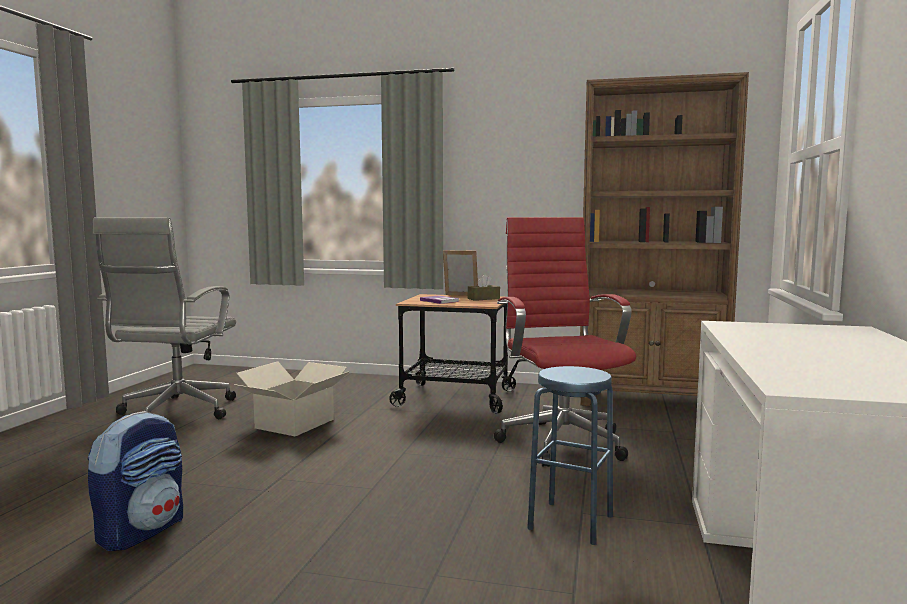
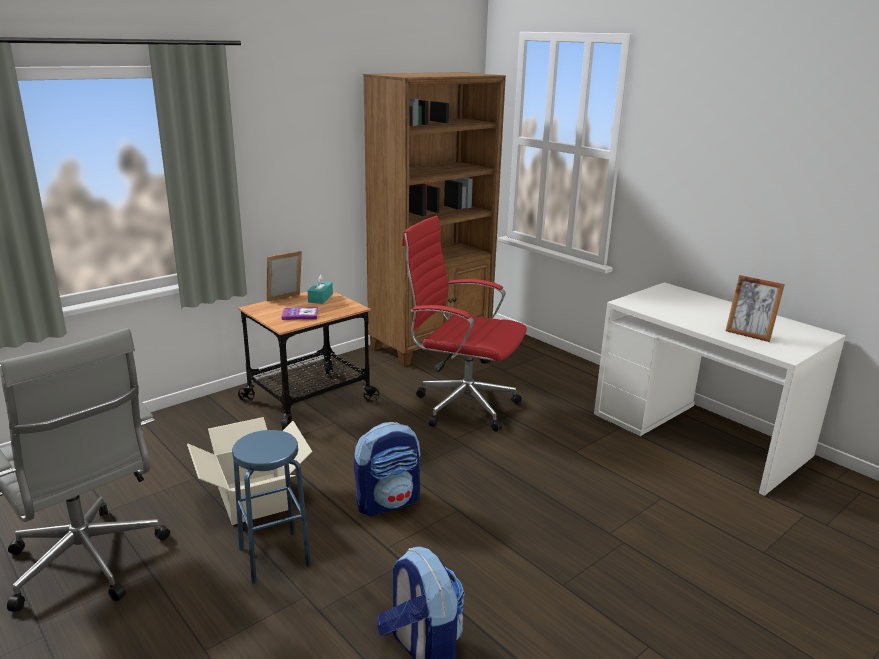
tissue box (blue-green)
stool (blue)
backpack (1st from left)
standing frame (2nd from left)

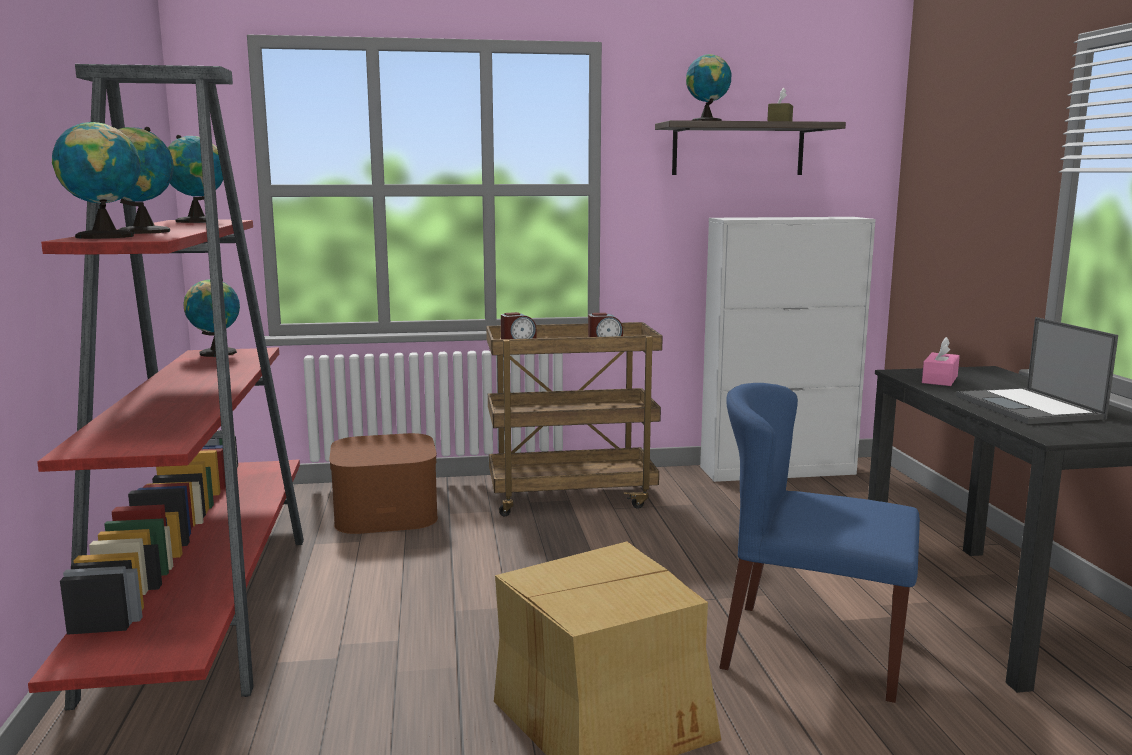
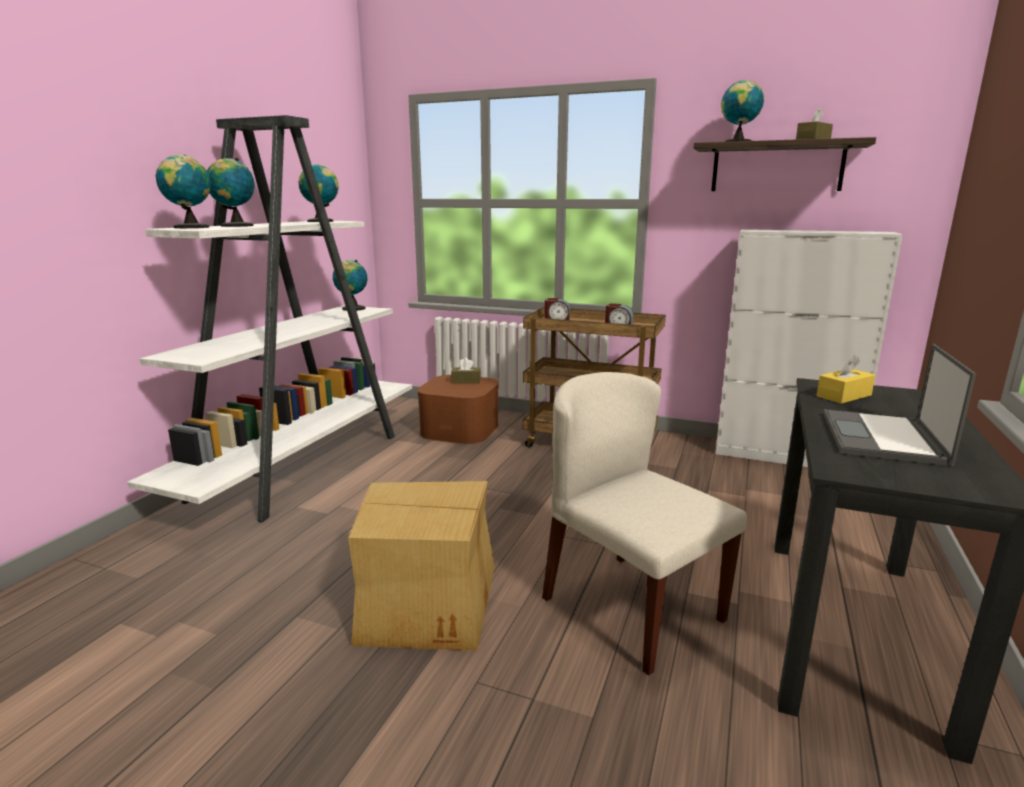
bookcase (white)
chair (beige-coloured)
tissue box (yellowish)
tissue box (brown) (1st from left)

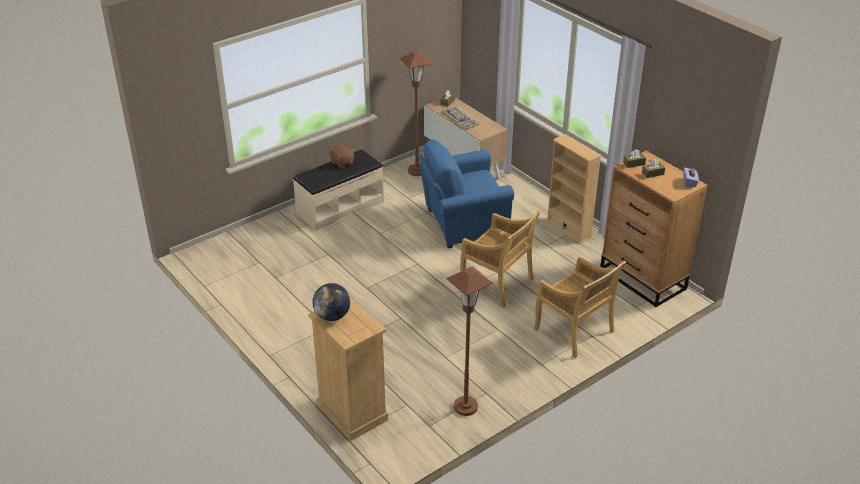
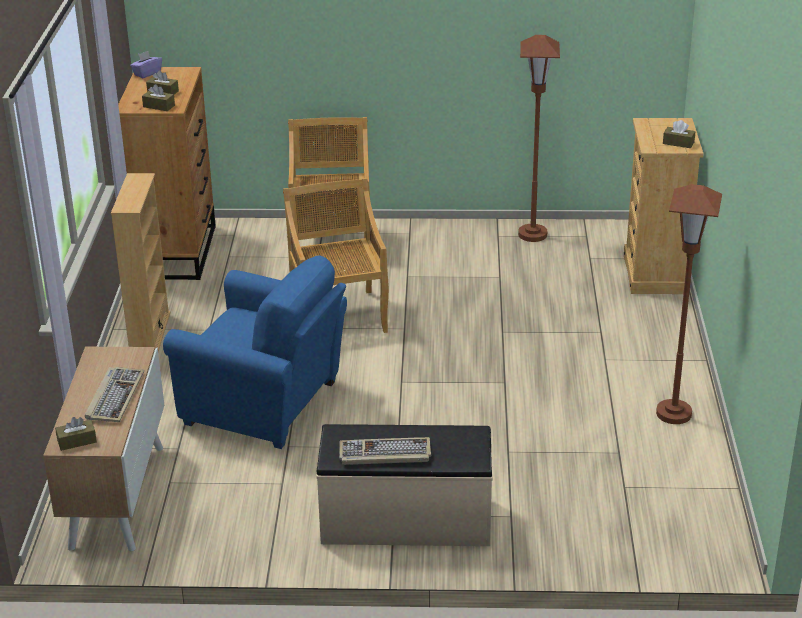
tissue box (brown) (4th from left)
computer keyboard (2nd from left)
standing lamp (brown) (2nd from left)

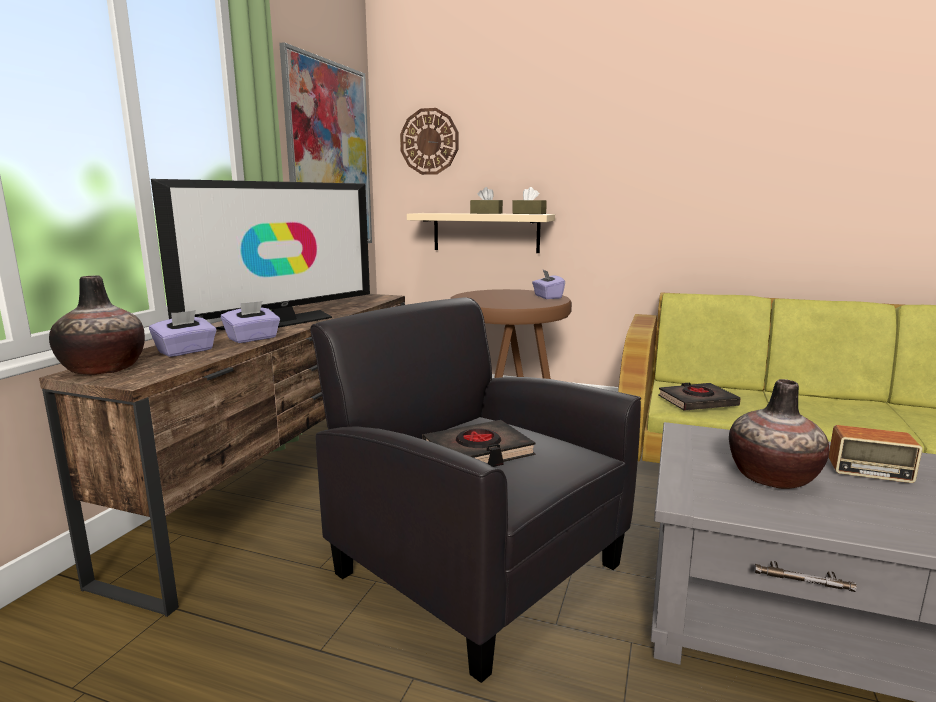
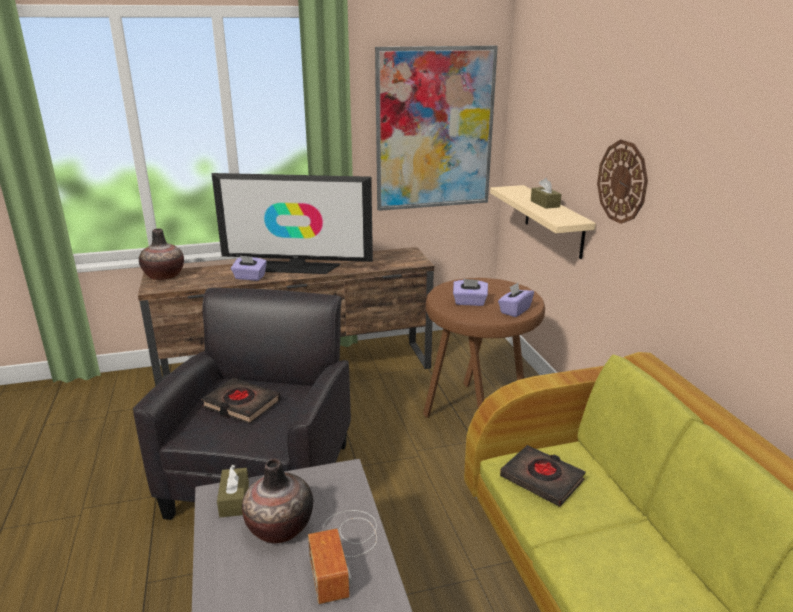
tissue box (purple) (2nd from left)
clock on the wall
tissue box (brown) (1st from left)

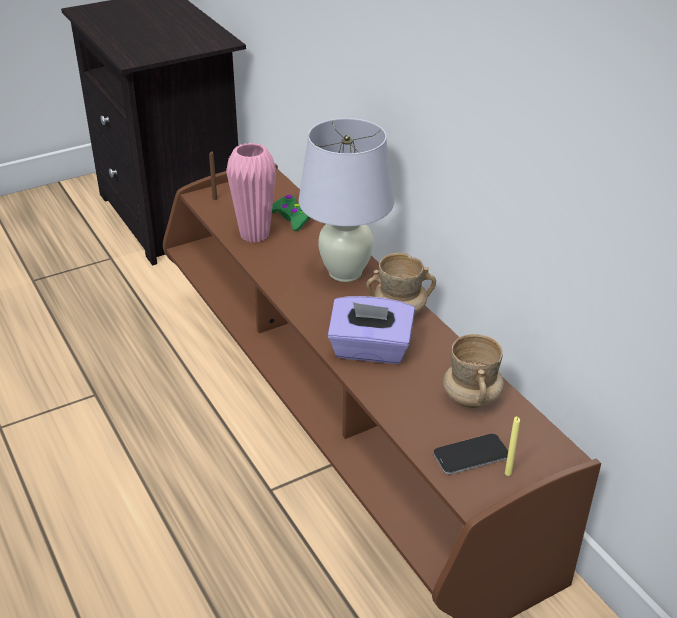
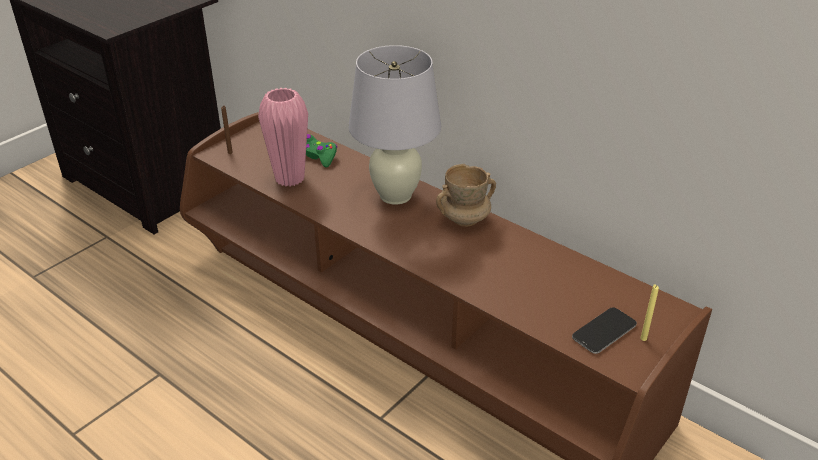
tissue box (purple)
mug (beige-coloured) (2nd from left in the first image)

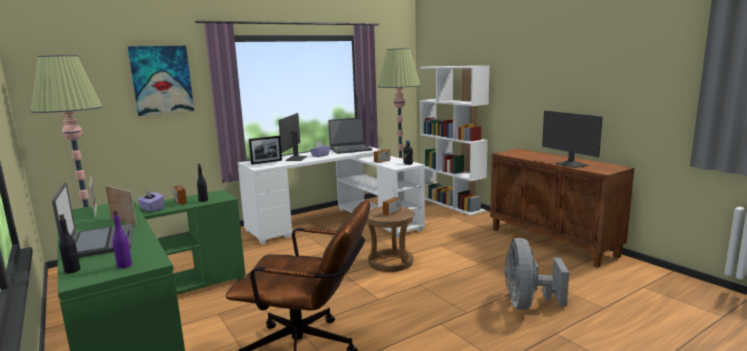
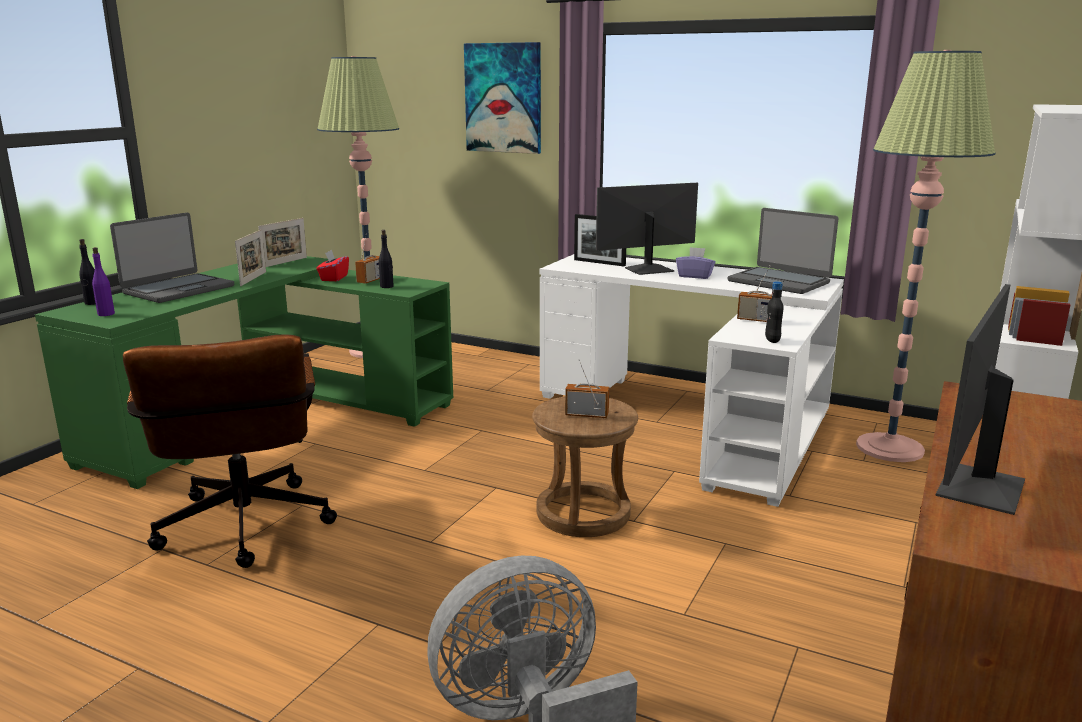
tissue box (red-coloured)

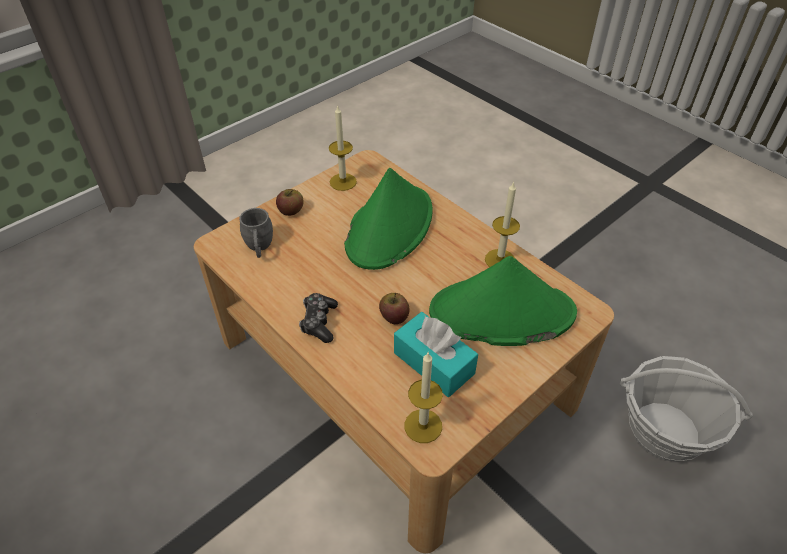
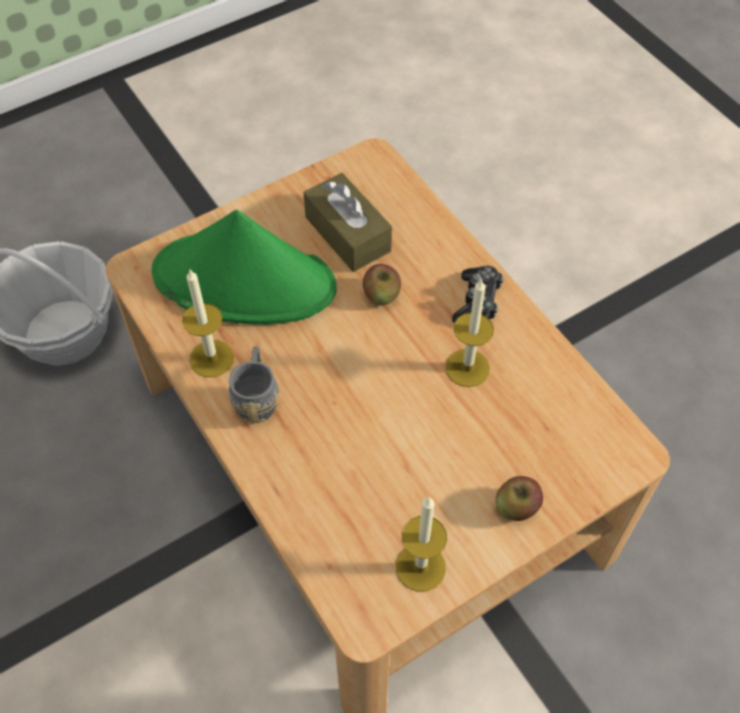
mug (gray)
hat (green-coloured) (1st from left in the first image)
tissue box (brown)
candle (3rd from left)

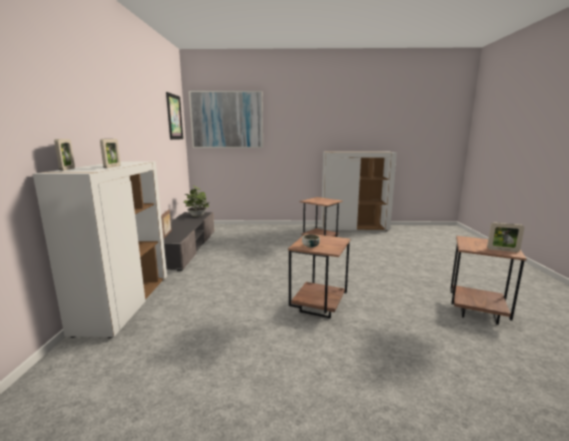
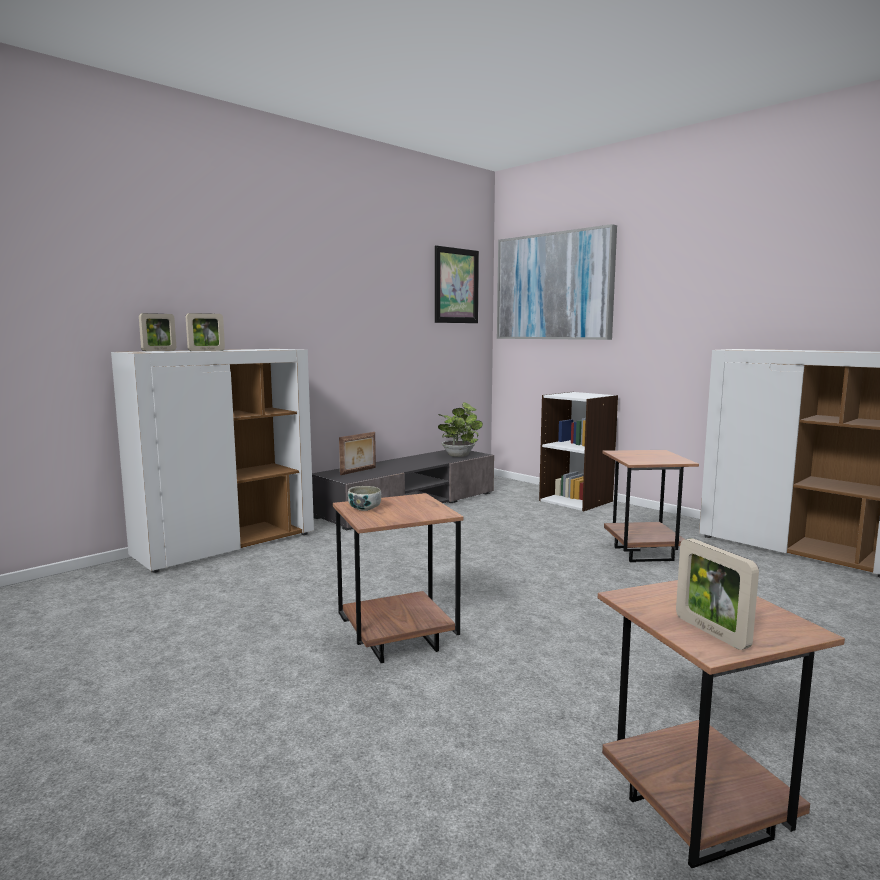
bookcase (white)

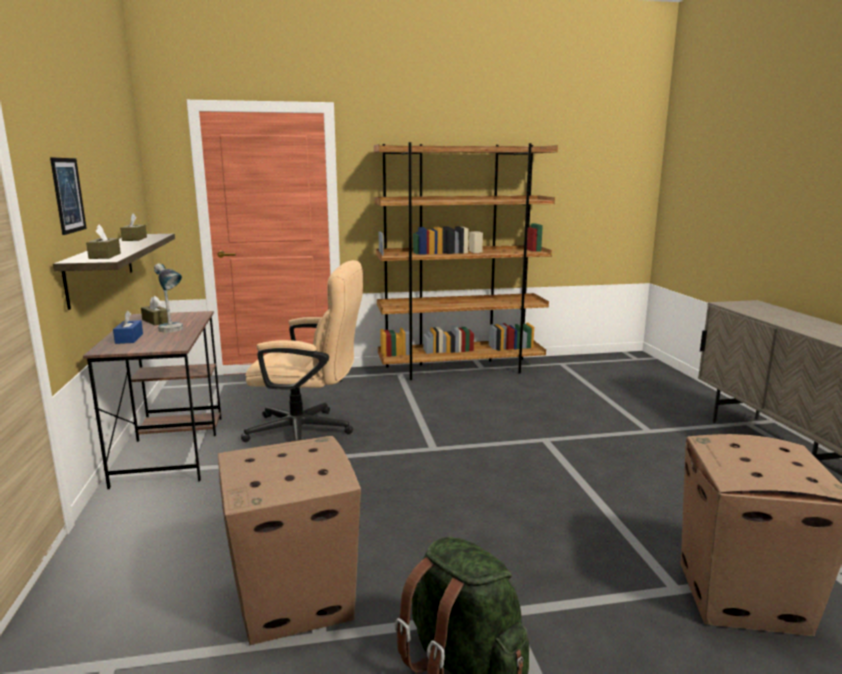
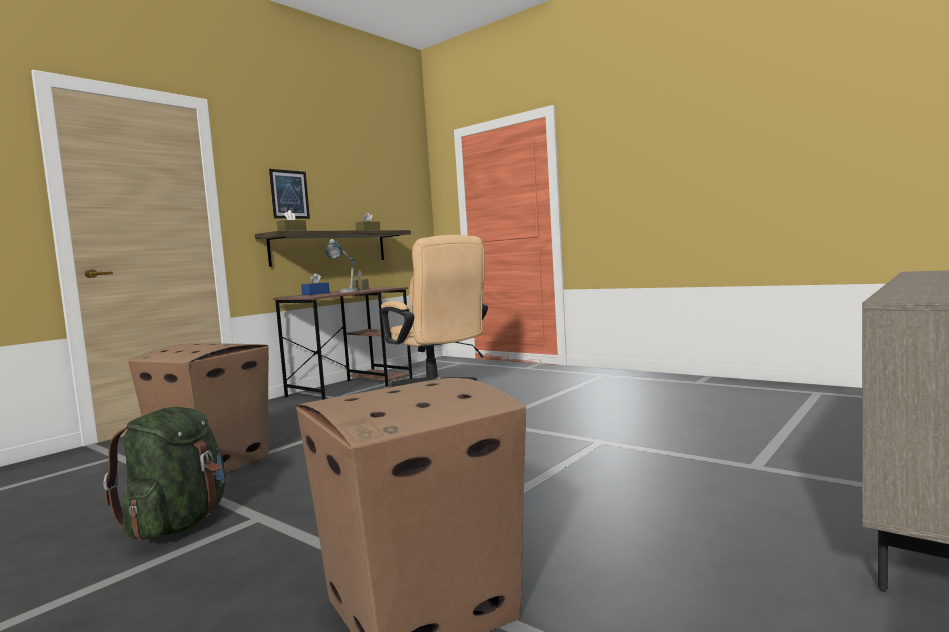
bookcase (brown)

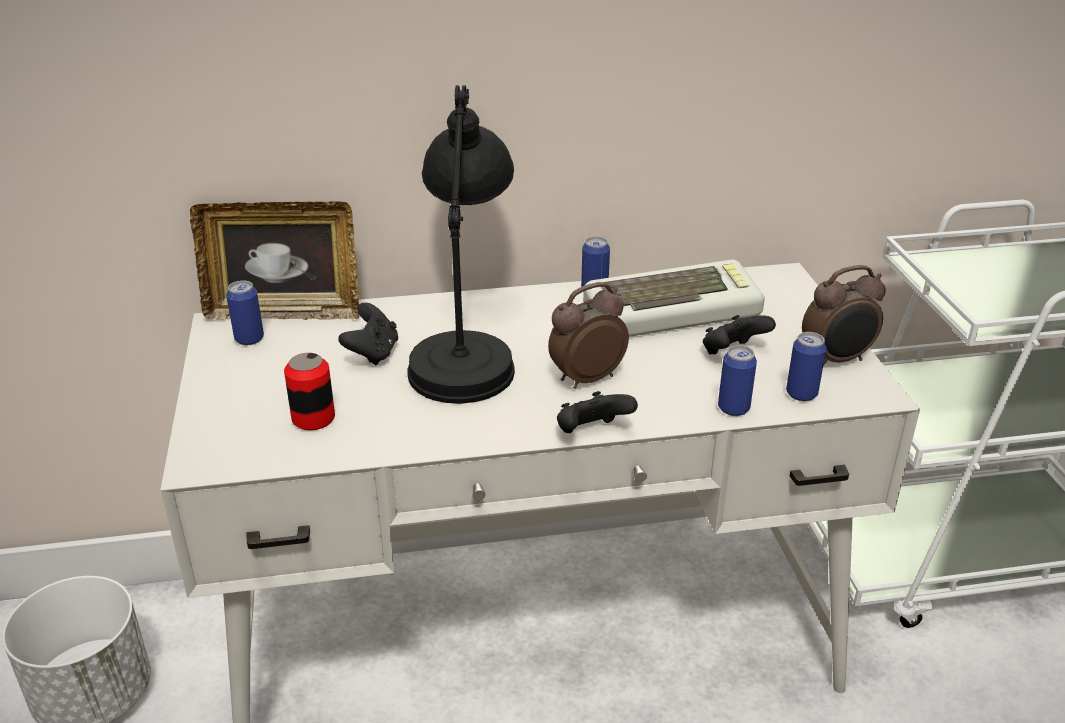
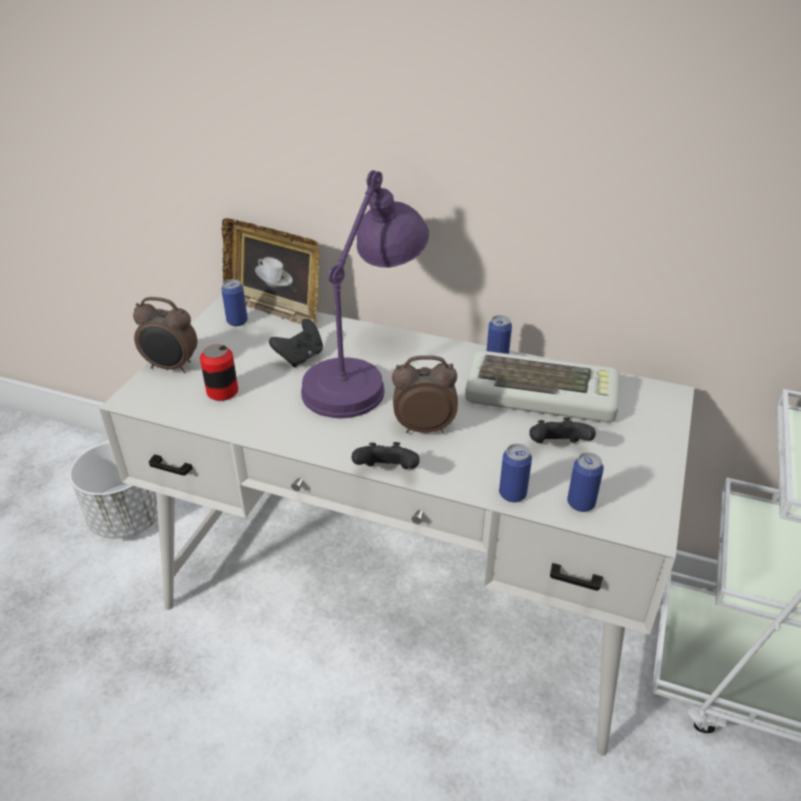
lamp for a table (purple)
bedside clock (1st from left)

